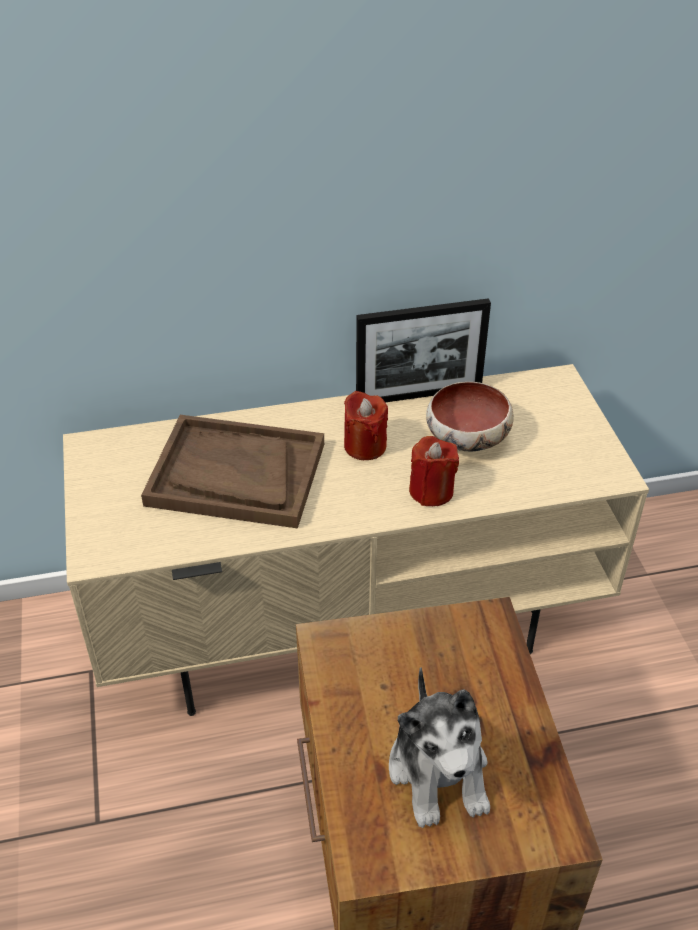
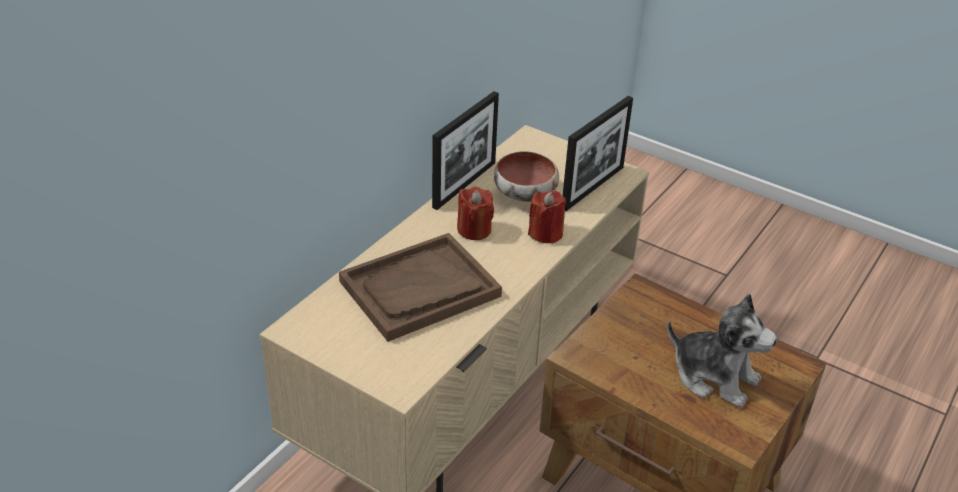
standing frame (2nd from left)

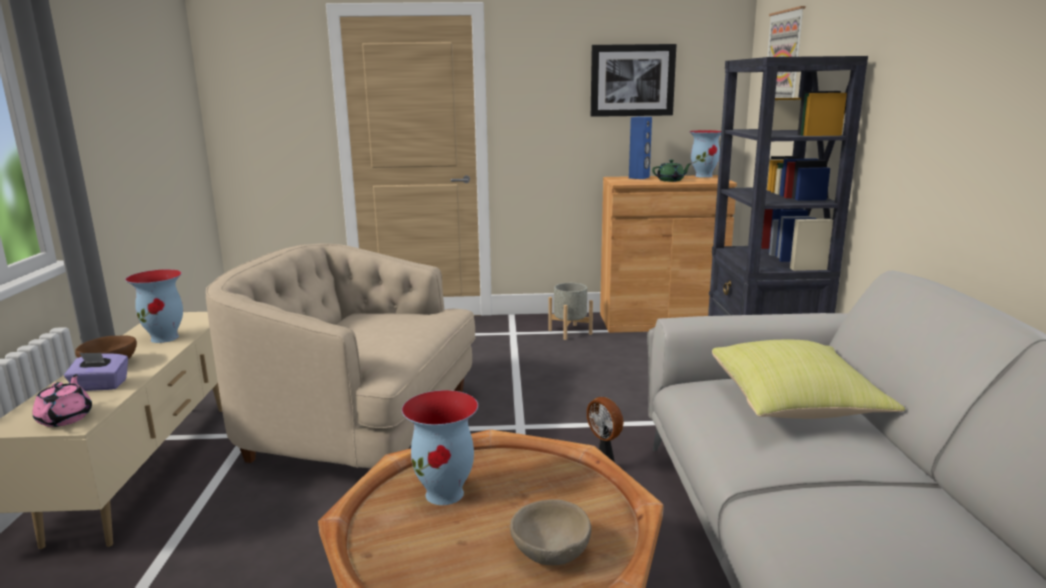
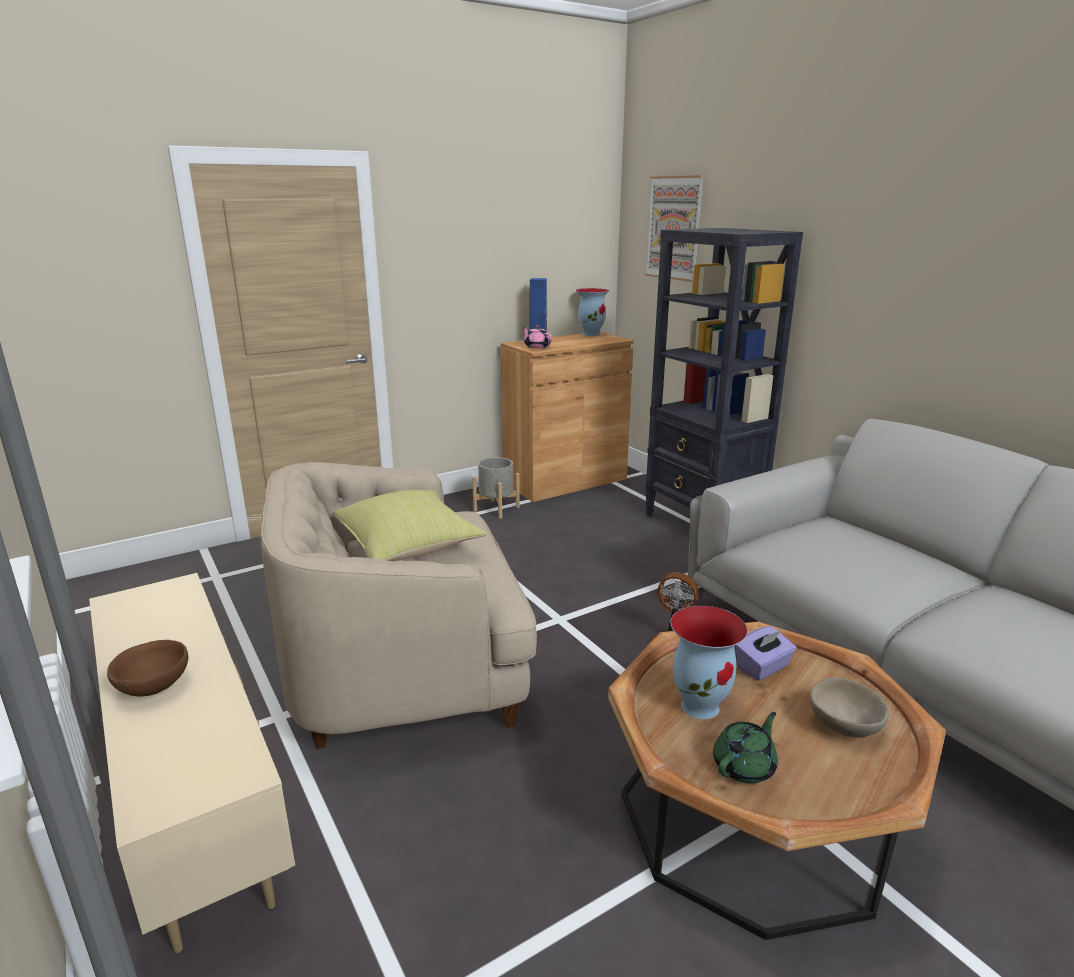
teapot (pink-coloured)
tissue box (purple)
vase (1st from left in the first image)
wall art (1st from left in the first image)
teapot (green-coloured)
cushion (yellowish)

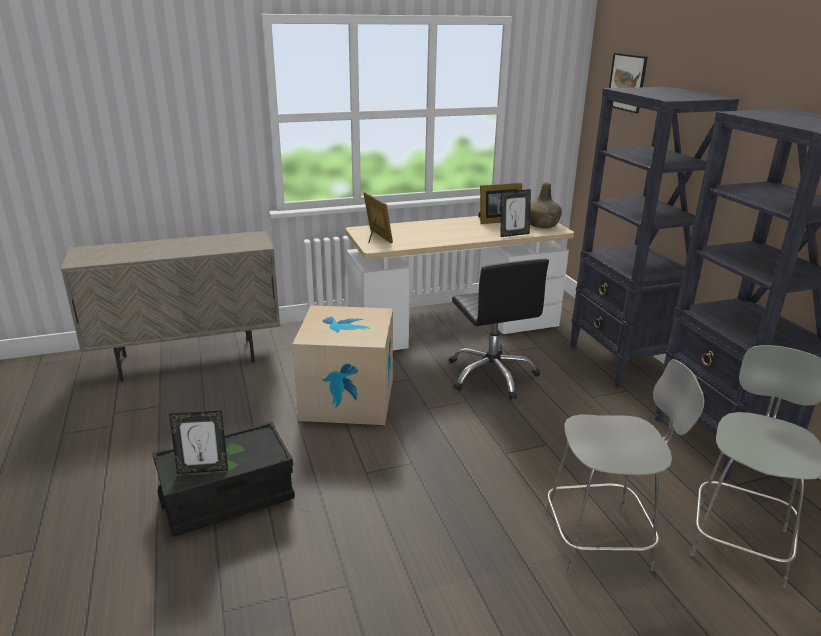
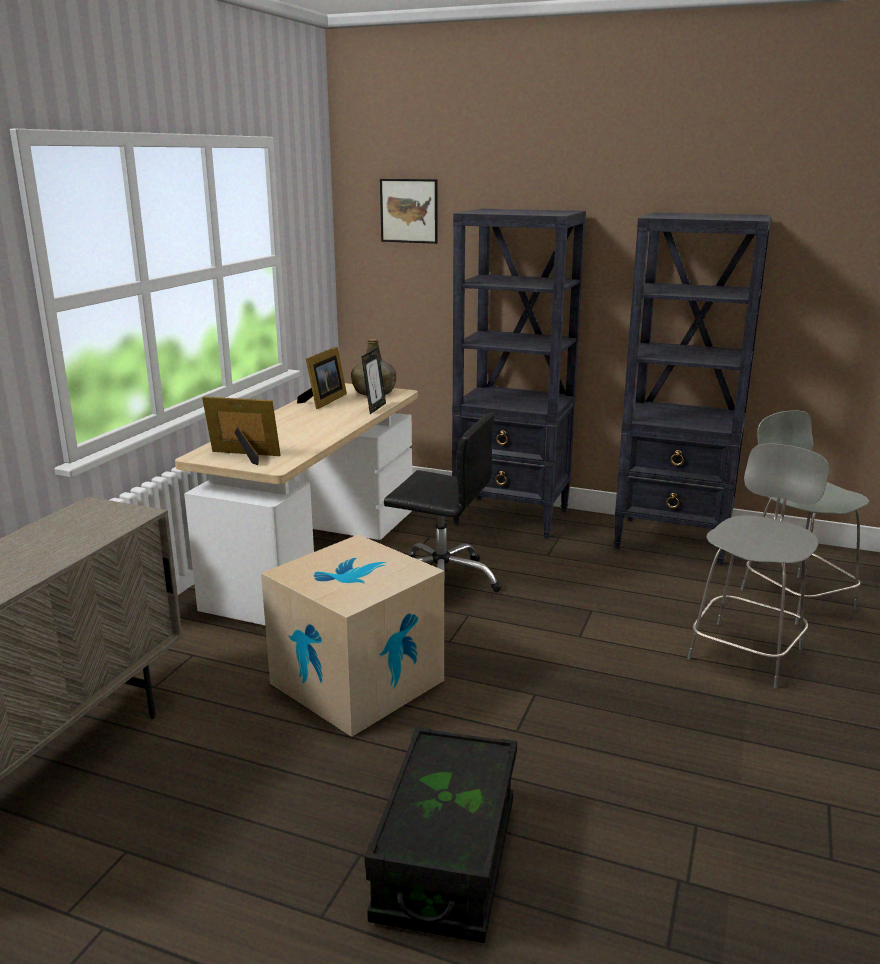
standing frame (1st from left in the first image)

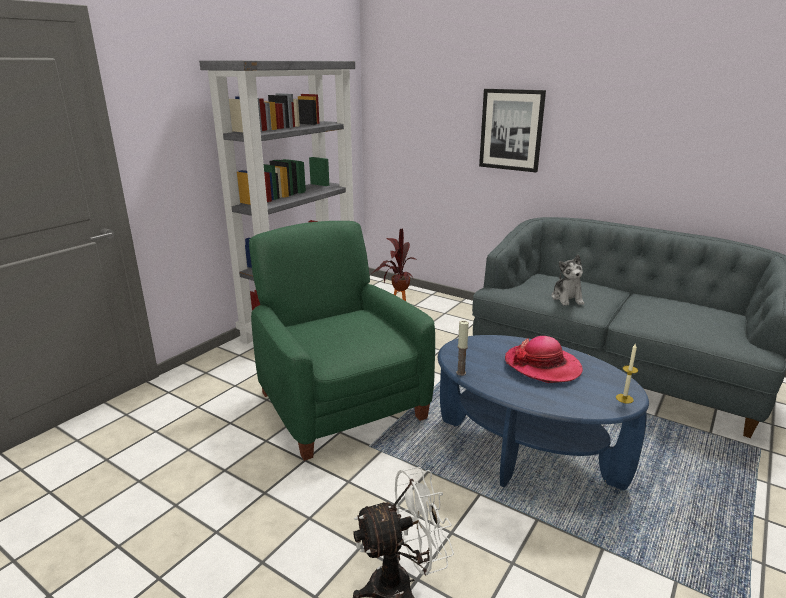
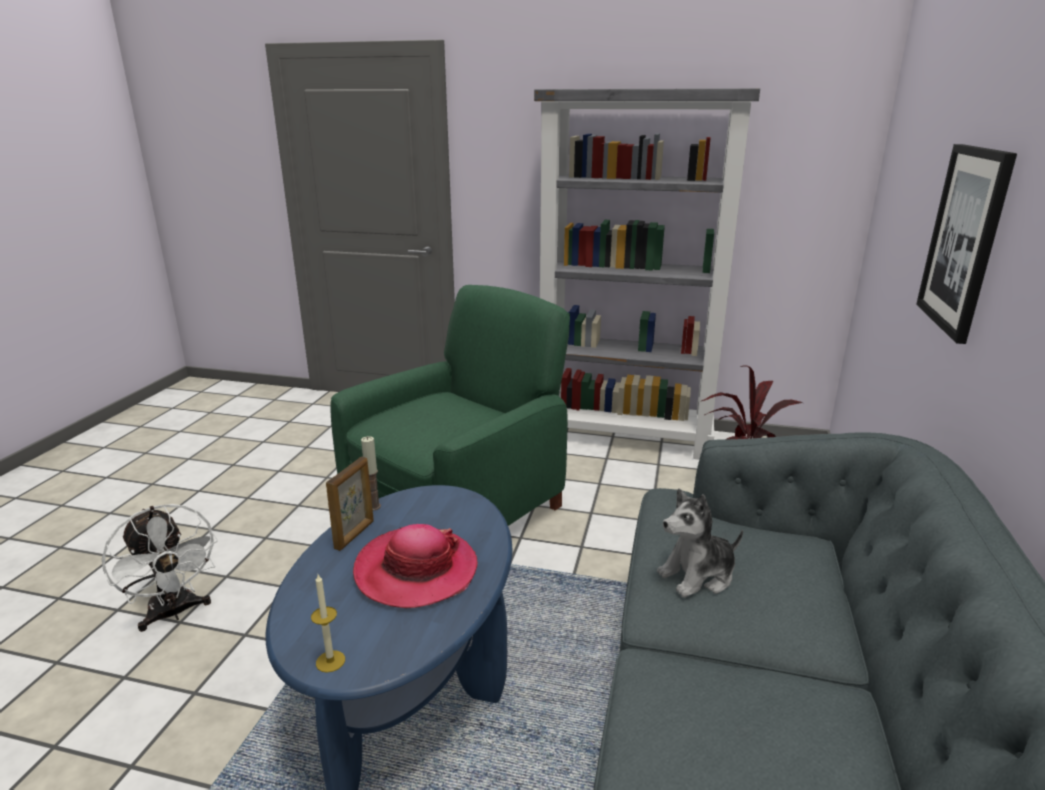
standing frame

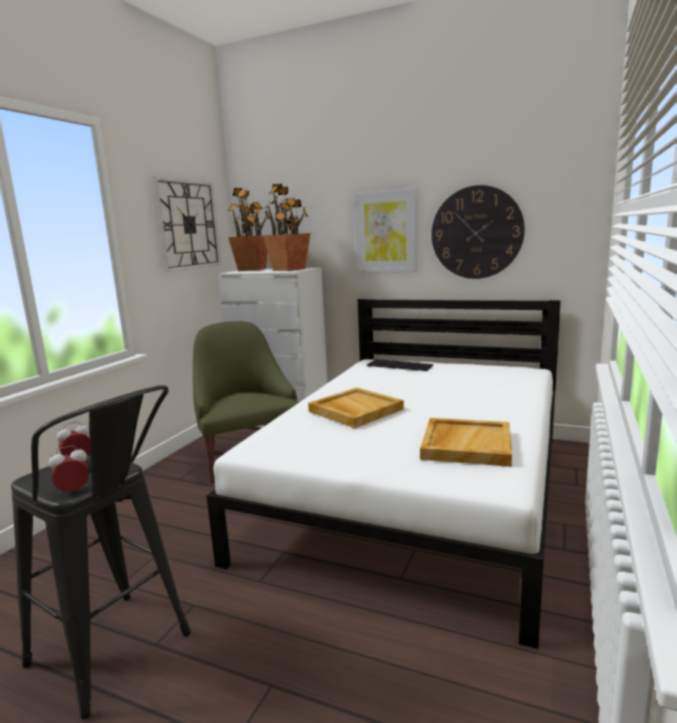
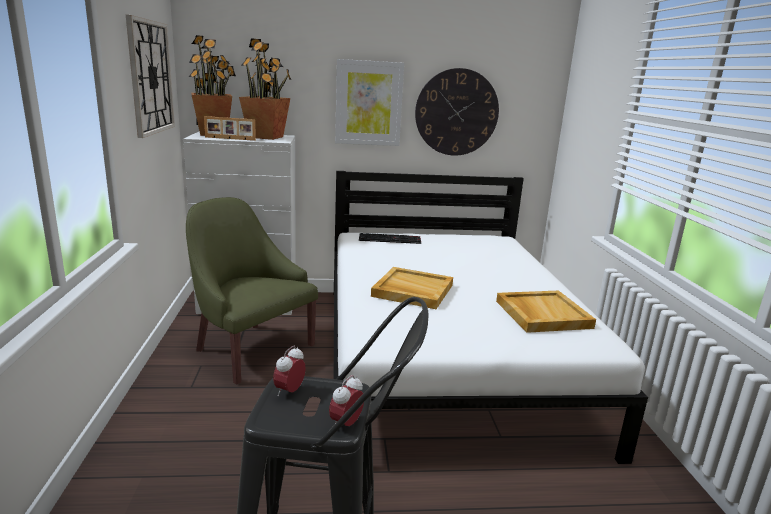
standing frame

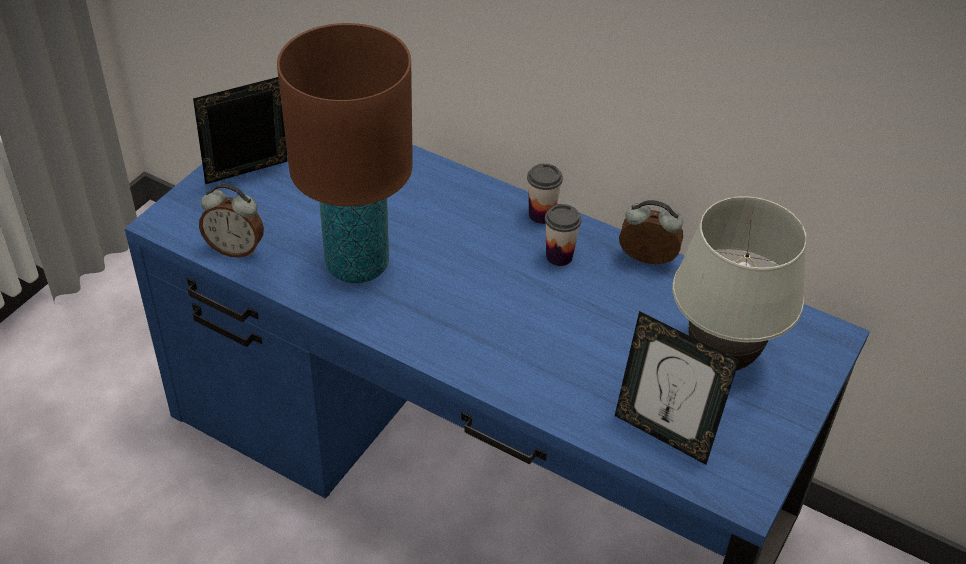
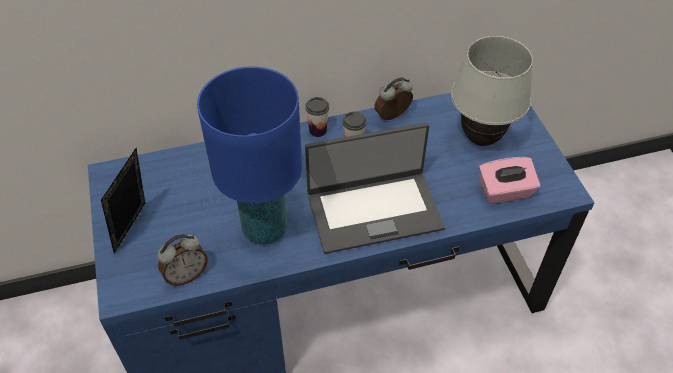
lamp for a table (blue)
tissue box (pink-coloured)
portable computer

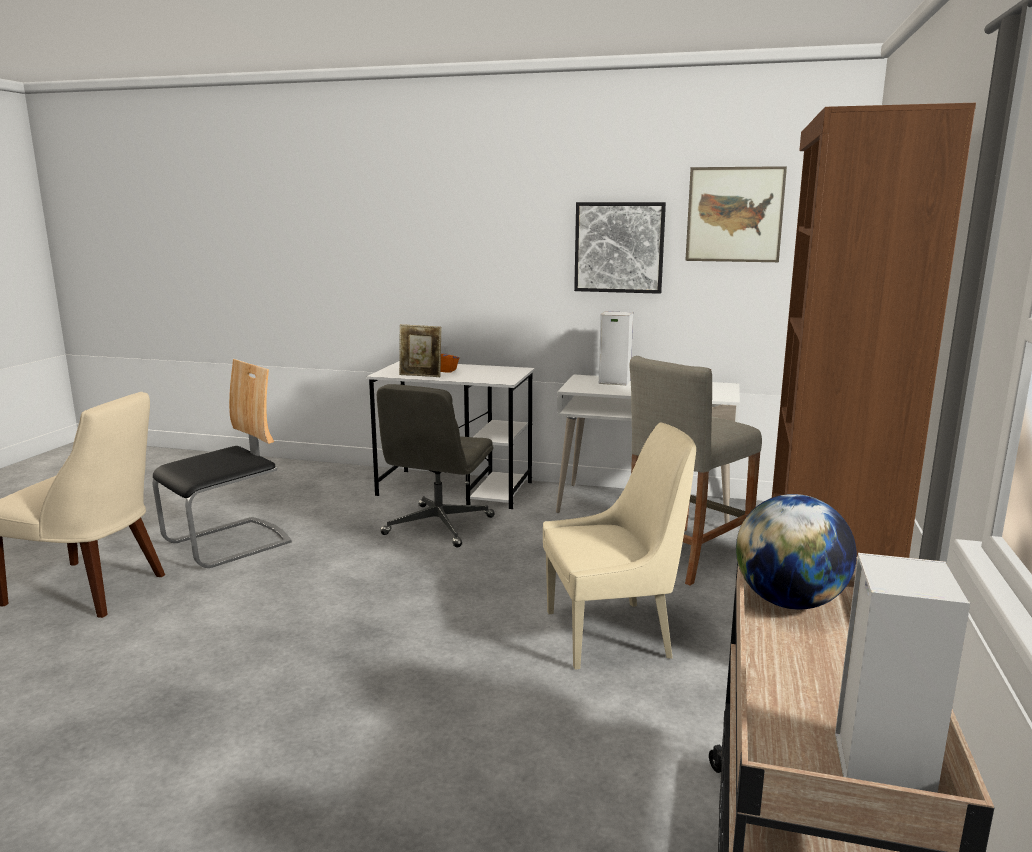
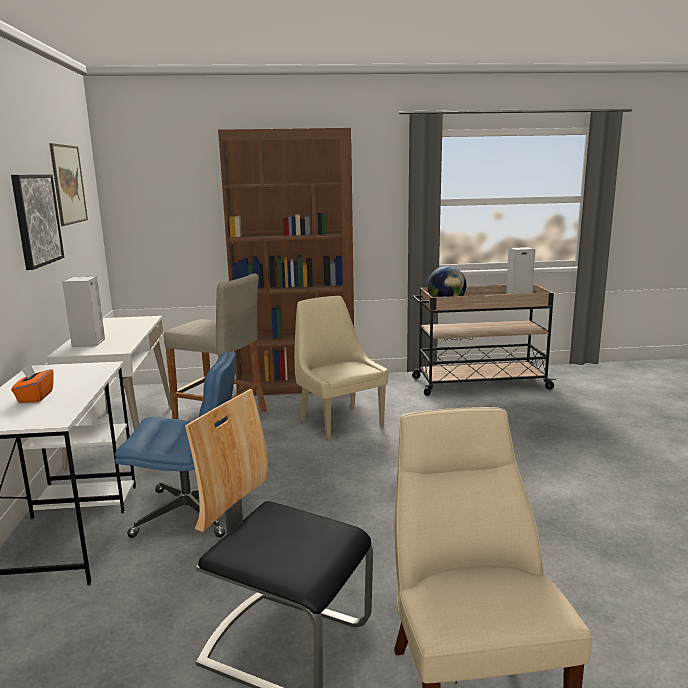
computer chair (blue)
standing frame

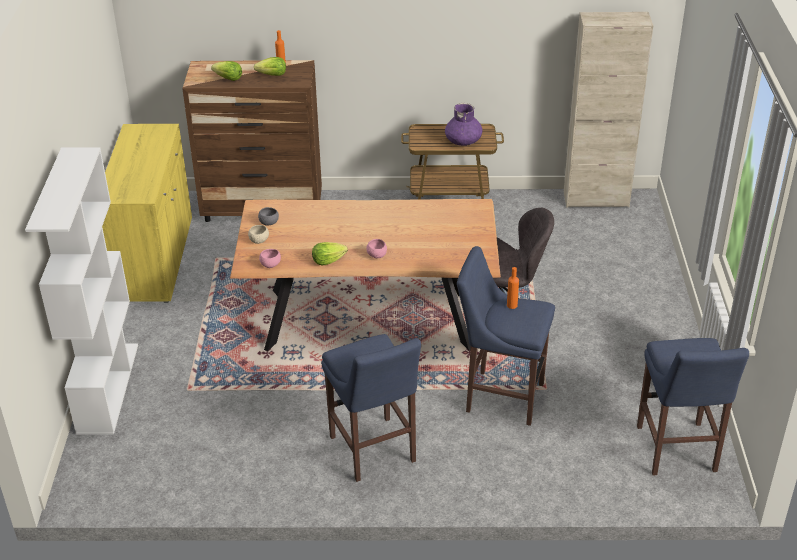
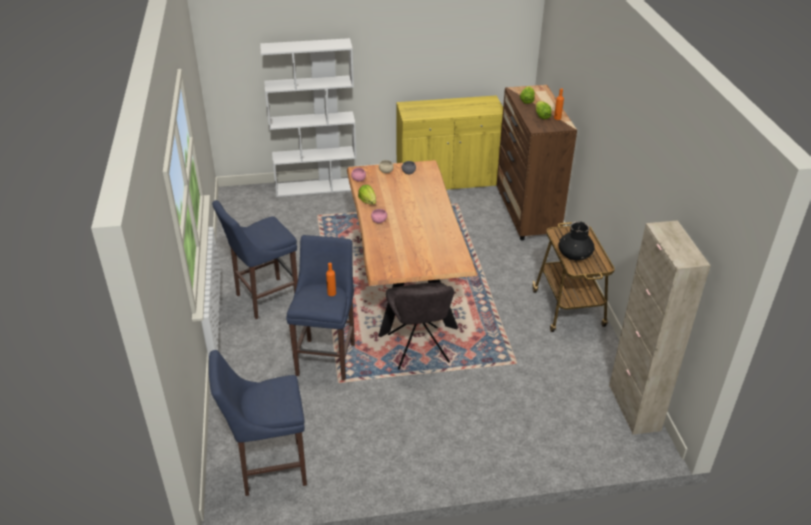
vase (blackish)

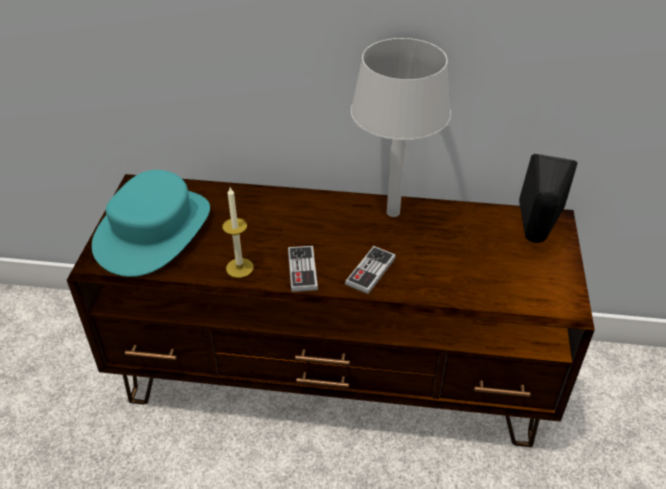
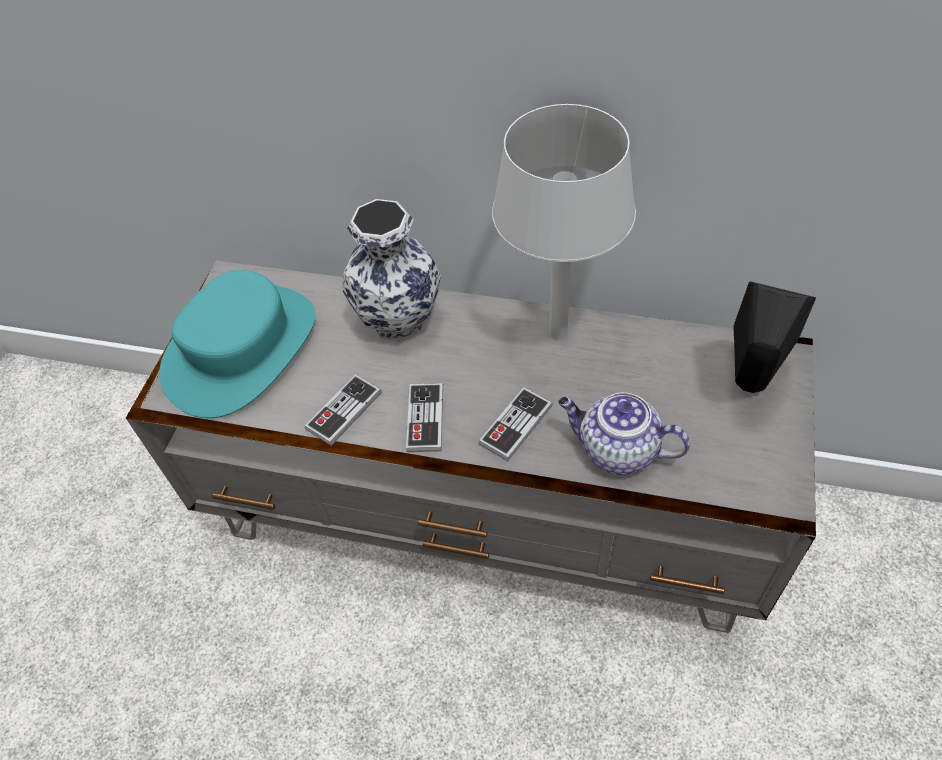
tv unit (gray)
gamepad (1st from left)
vase
teapot

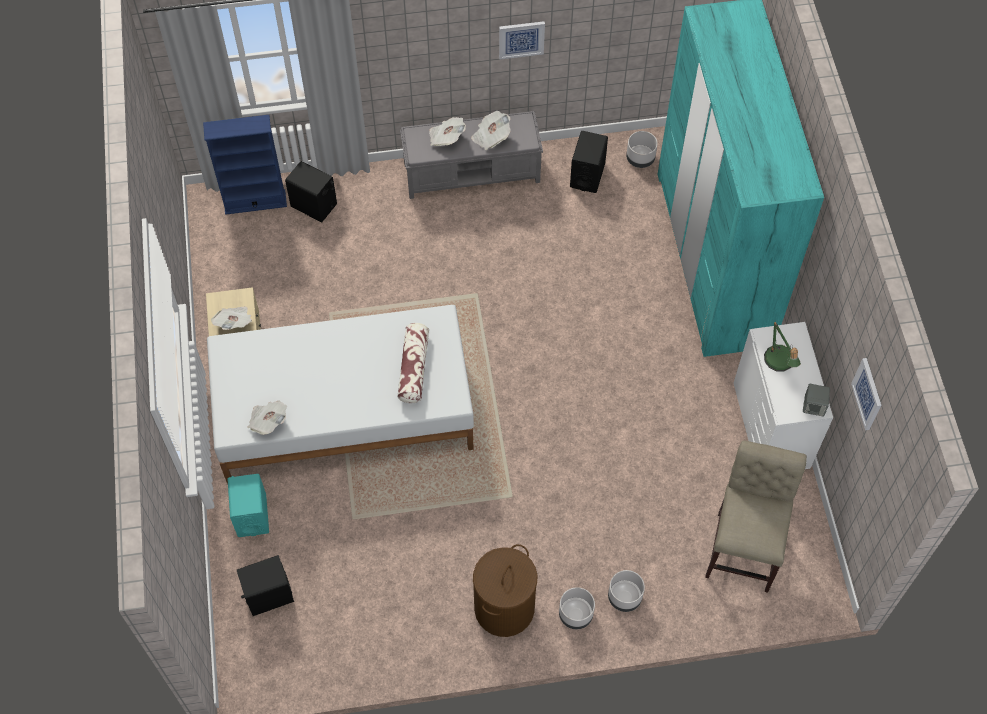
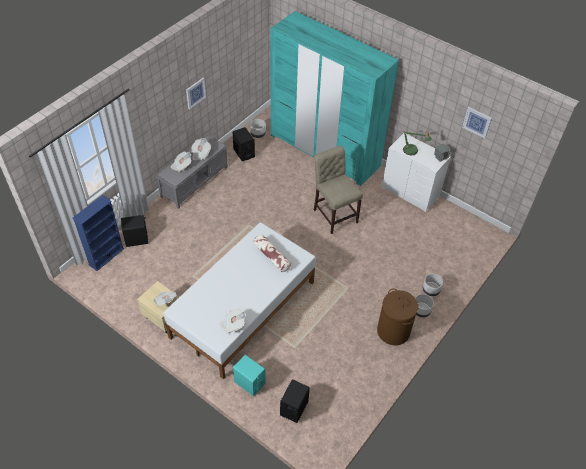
chair (beige-coloured)

